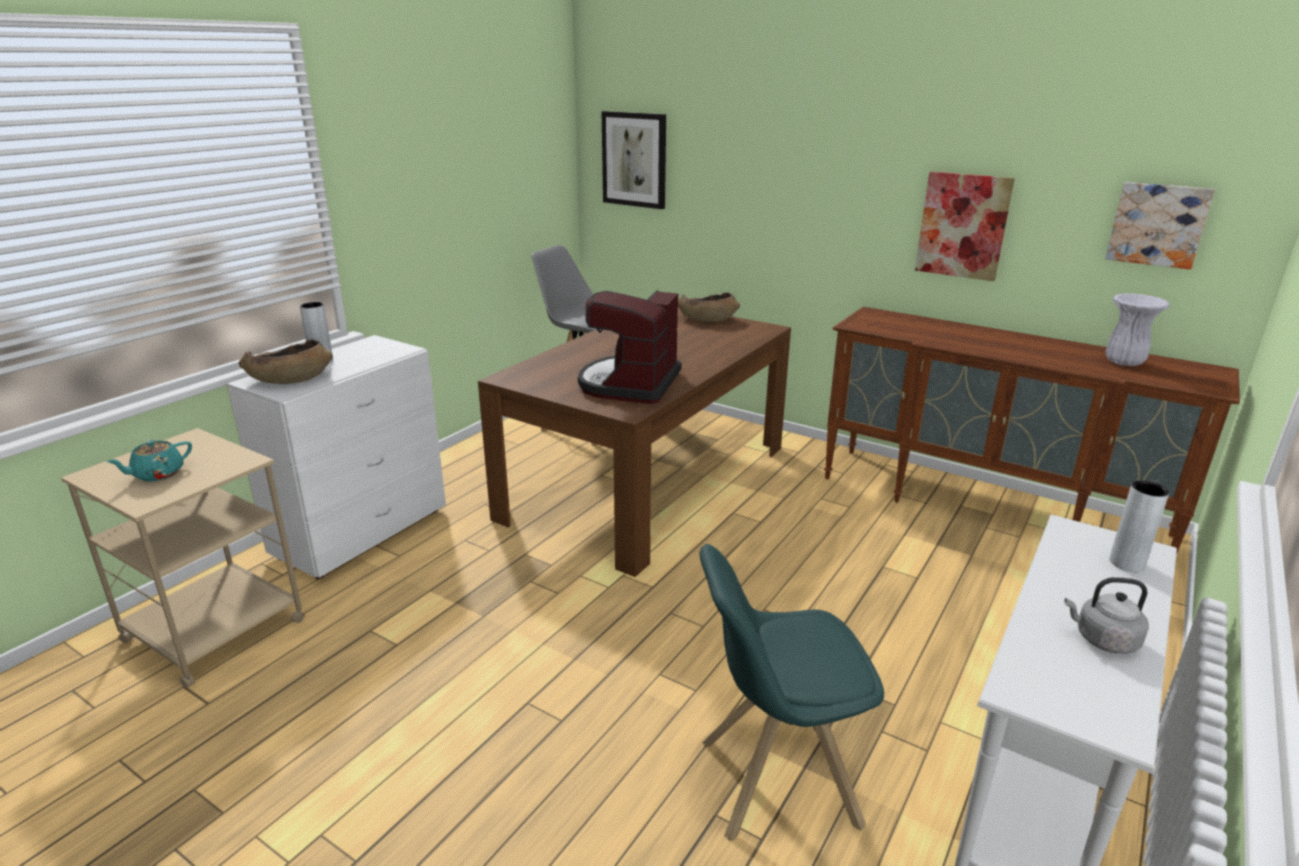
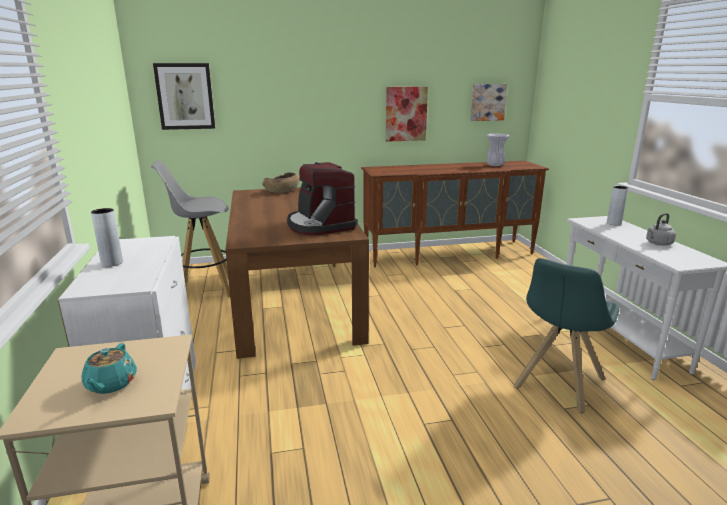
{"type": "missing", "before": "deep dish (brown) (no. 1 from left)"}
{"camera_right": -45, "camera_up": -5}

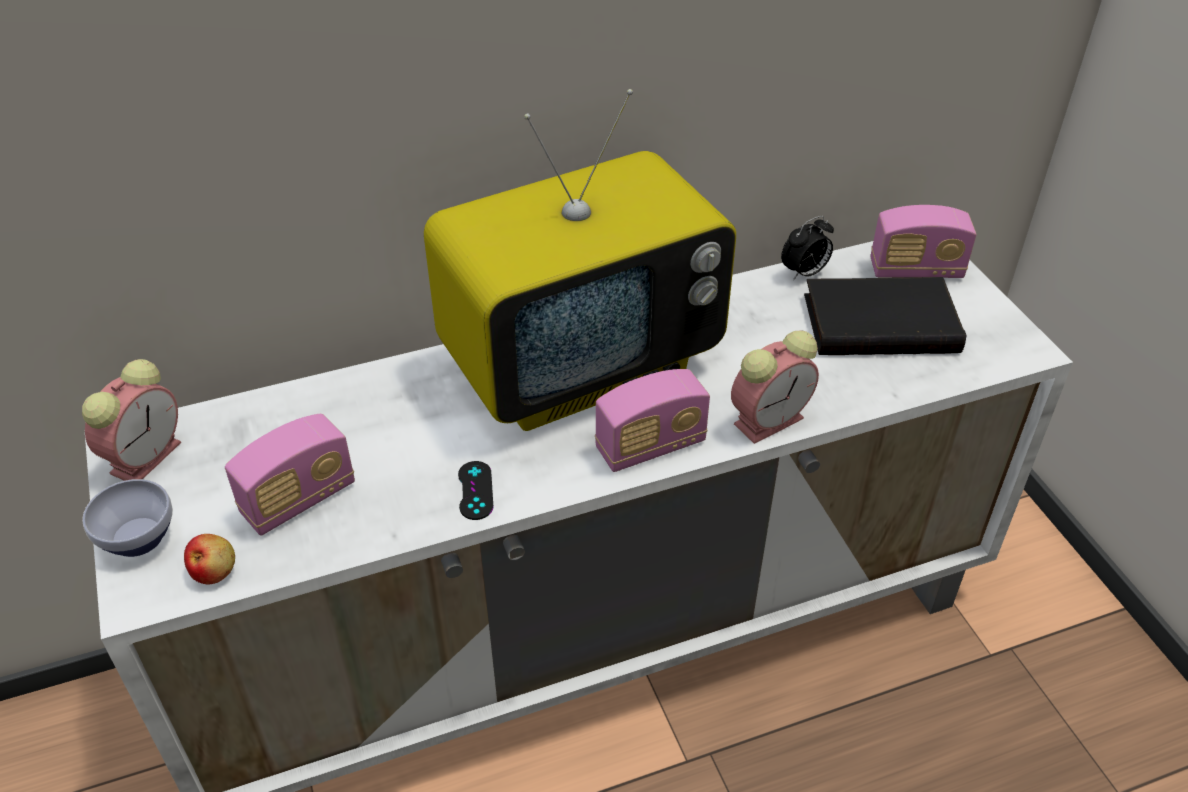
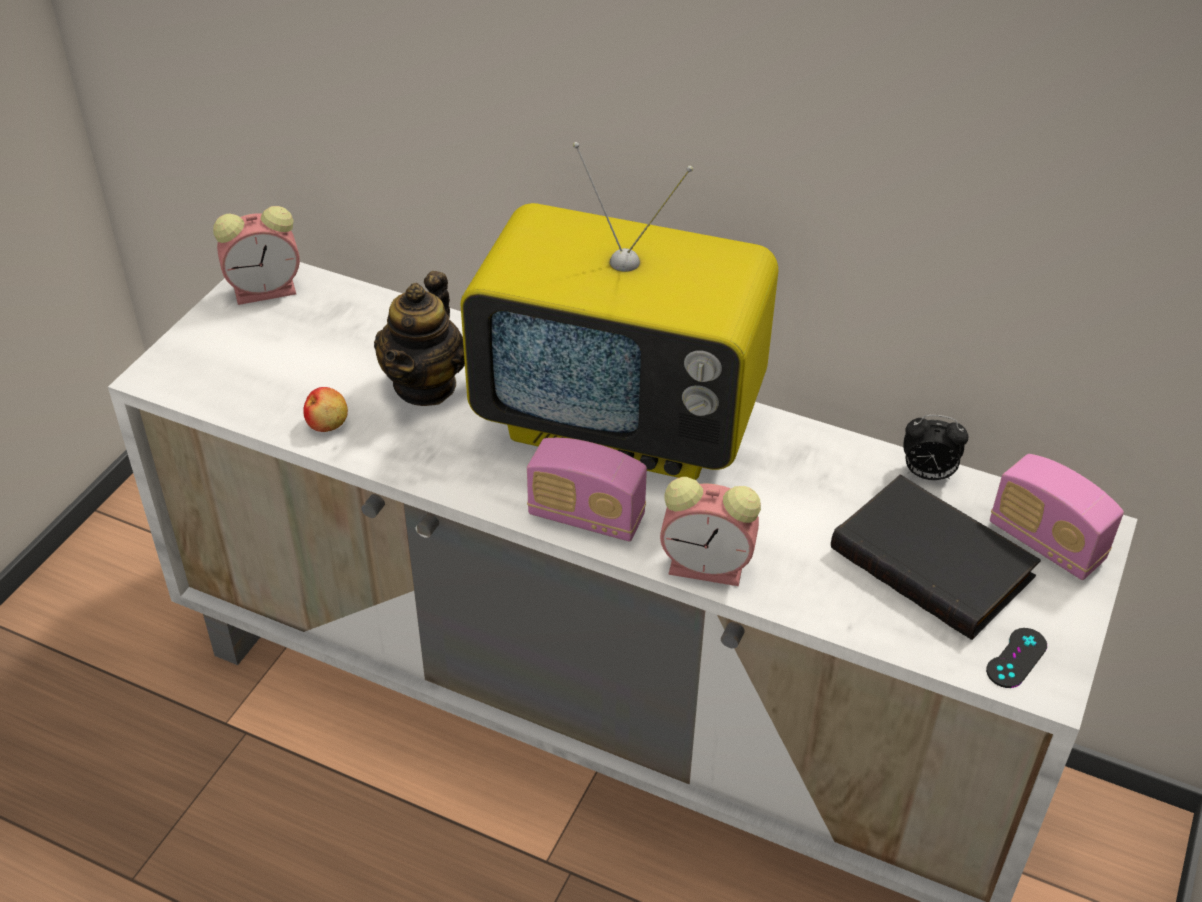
{"type": "missing", "before": "radio set (no. 1 from left)"}
{"type": "relocated", "before": "joypad (black)"}
{"type": "missing", "before": "deep dish"}
{"type": "relocated", "before": "apple"}
{"type": "appeared", "after": "pot for tea"}
{"camera_right": 45, "camera_up": 0}

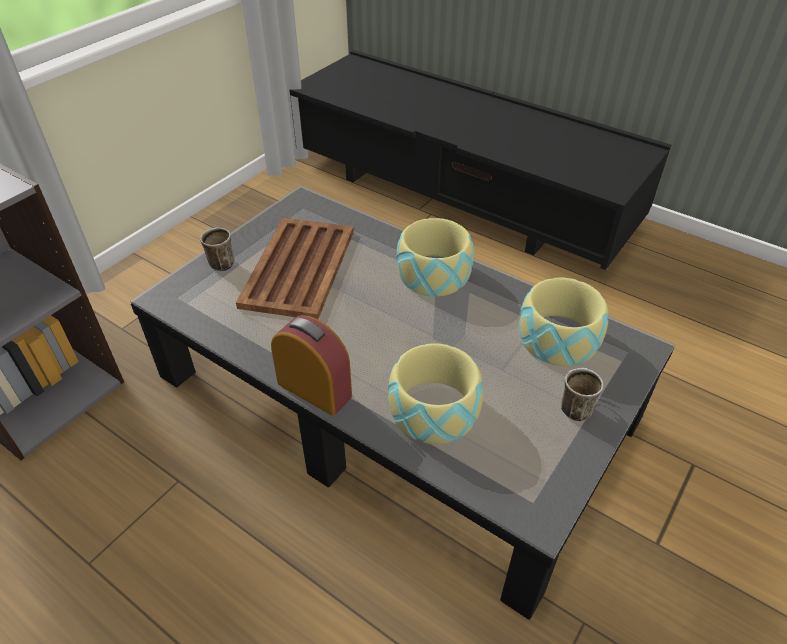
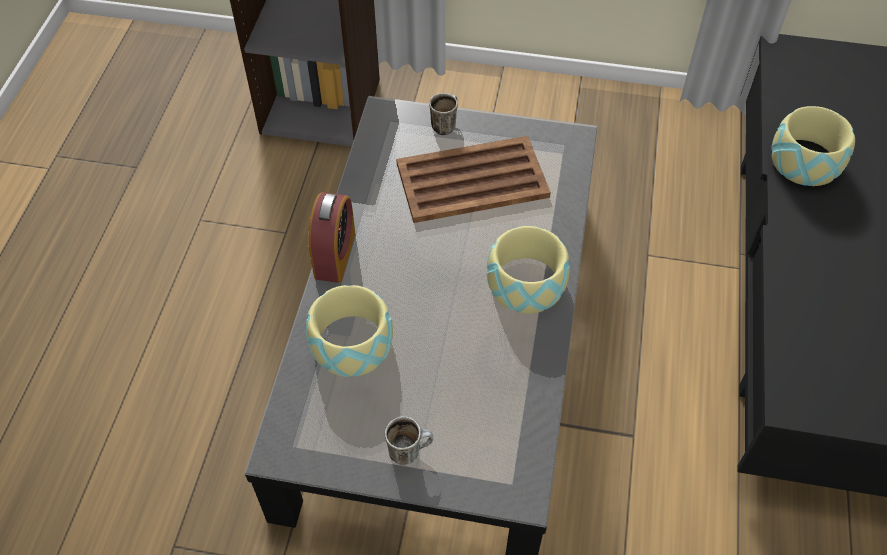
{"type": "relocated", "before": "deep dish (no. 3 from left)"}
{"camera_right": 65, "camera_up": 10}

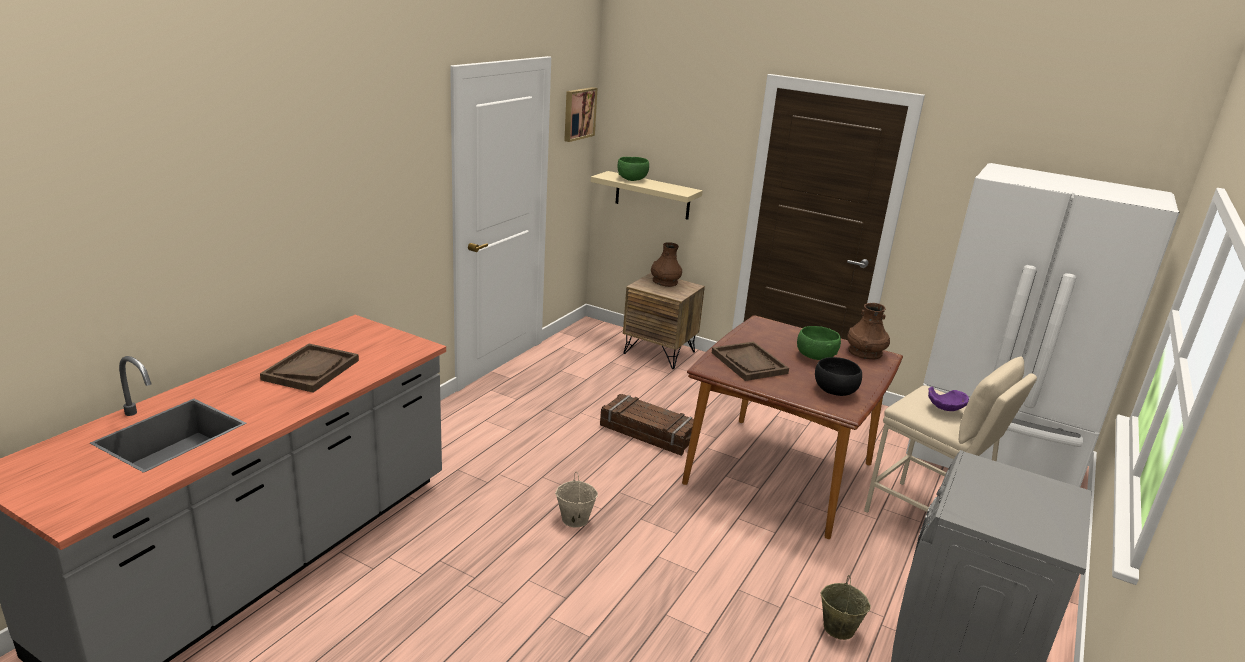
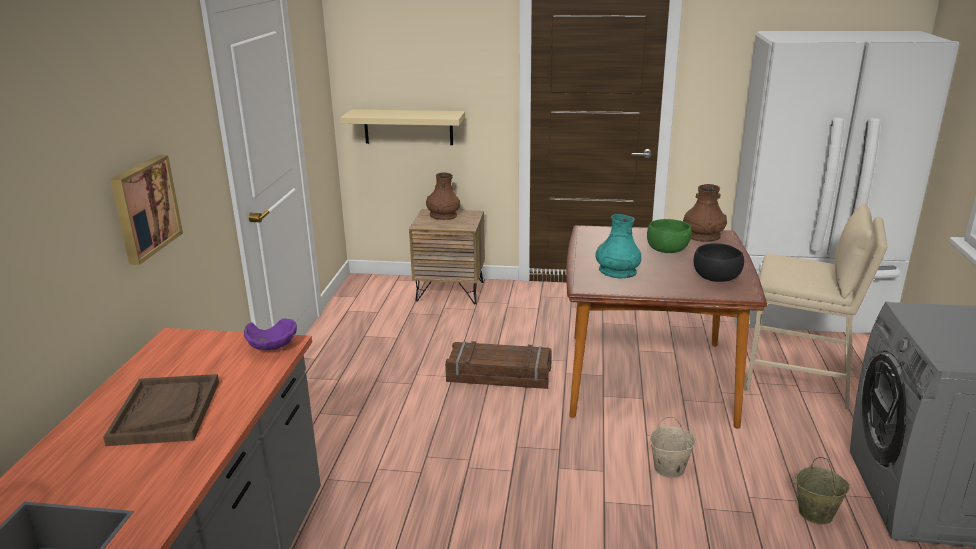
{"type": "relocated", "before": "wall art"}
{"type": "missing", "before": "deep dish (green) (no. 1 from left)"}
{"type": "exchanged", "before": "carrying tray (brown) (no. 2 from left)", "after": "flower vase (turquoise-coloured)"}
{"type": "relocated", "before": "deep dish (purple)"}
{"type": "relocated", "before": "water bucket (sand-coloured) (no. 1 from left)"}
{"camera_right": -20, "camera_up": 0}

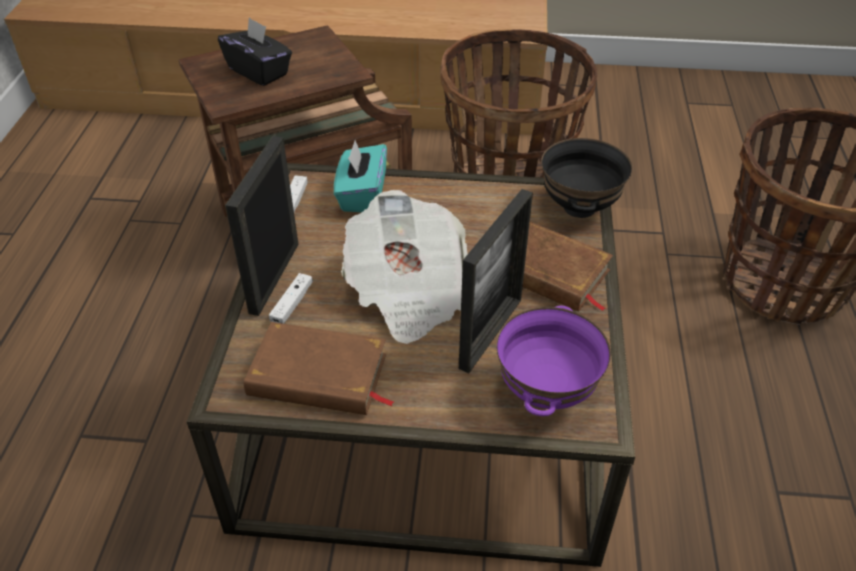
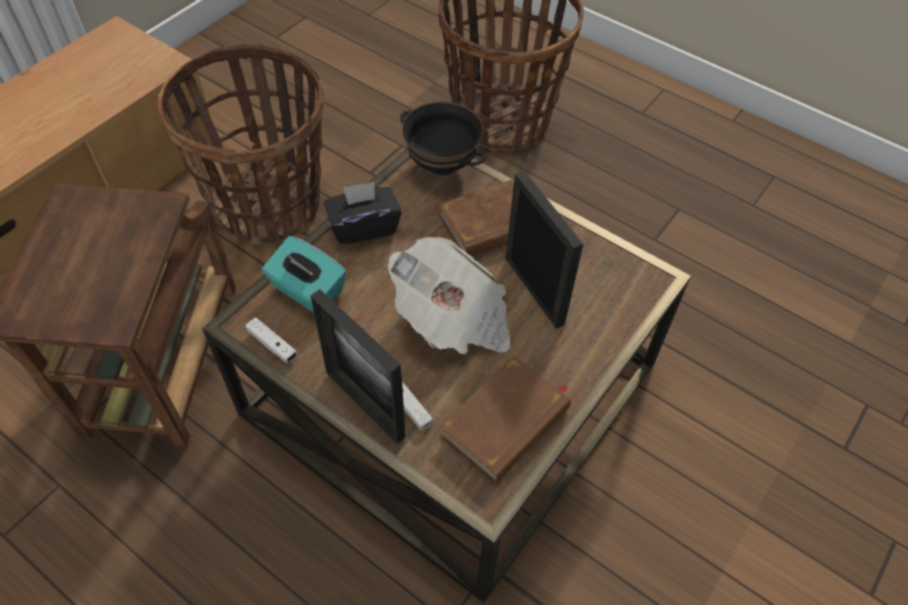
{"type": "relocated", "before": "box of tissues (black)"}
{"type": "missing", "before": "deep dish (purple)"}
{"camera_right": -60, "camera_up": 10}

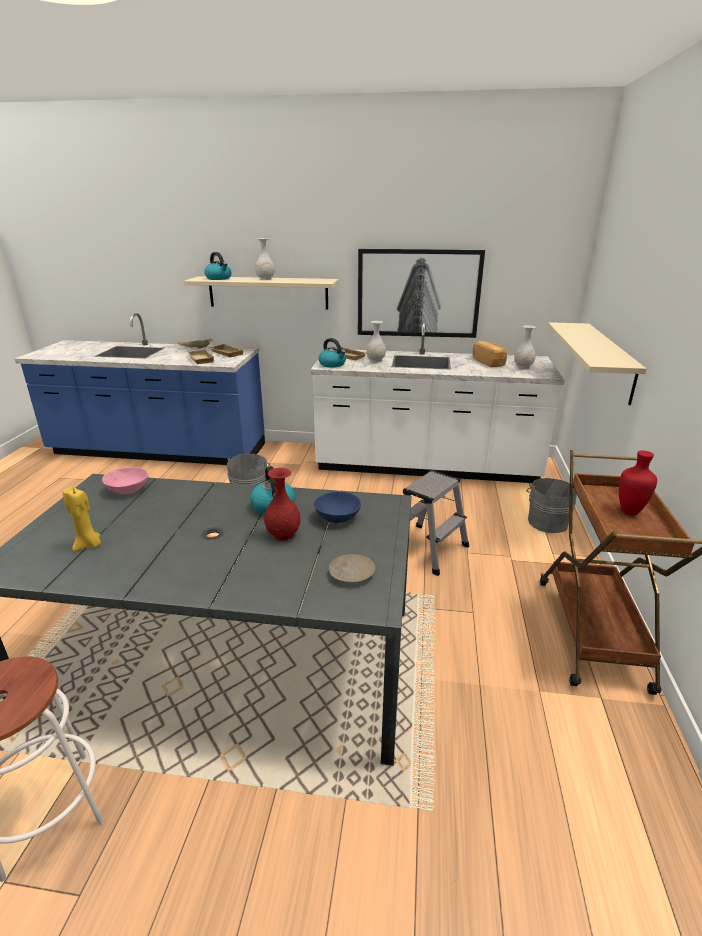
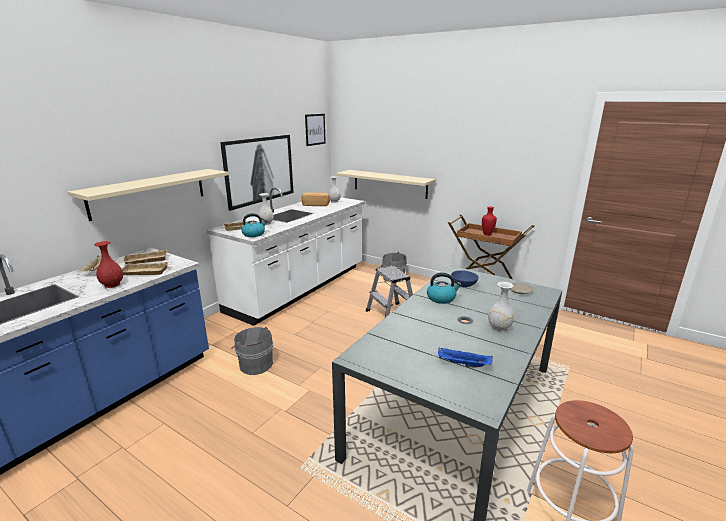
{"type": "relocated", "before": "flower vase (whitish) (no. 1 from left in the first image)", "after": "flower vase (whitish) (no. 3 from left)"}
{"type": "missing", "before": "water kettle (no. 1 from left)"}
{"type": "missing", "before": "deep dish (pink-coloured)"}
{"type": "relocated", "before": "flower vase (red-coloured) (no. 1 from left)"}
{"type": "exchanged", "before": "wax light (yellow-coloured)", "after": "carrying tray (blue)"}
{"type": "appeared", "after": "wall art (no. 2 from left)"}
{"camera_right": -65, "camera_up": -5}

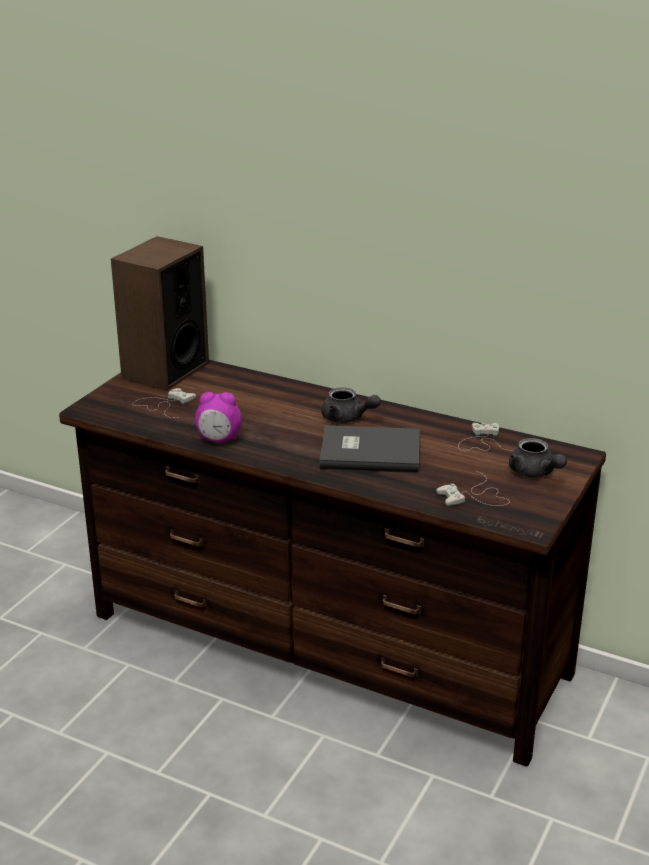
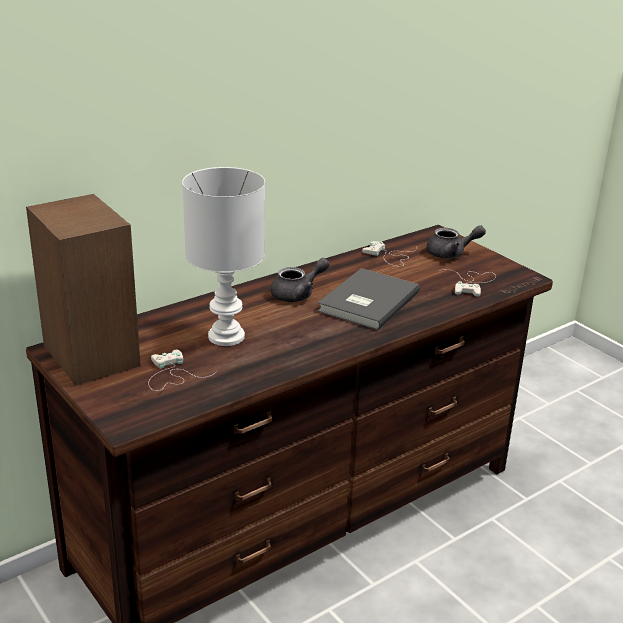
{"type": "missing", "before": "table clock"}
{"type": "appeared", "after": "table lamp (whitish)"}
{"camera_right": -65, "camera_up": 0}

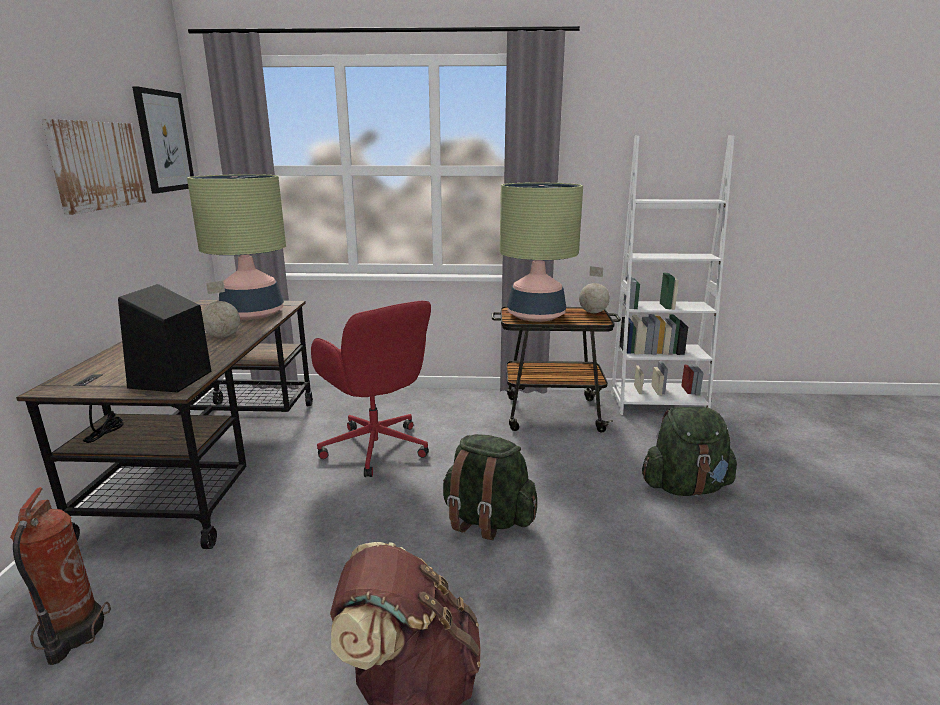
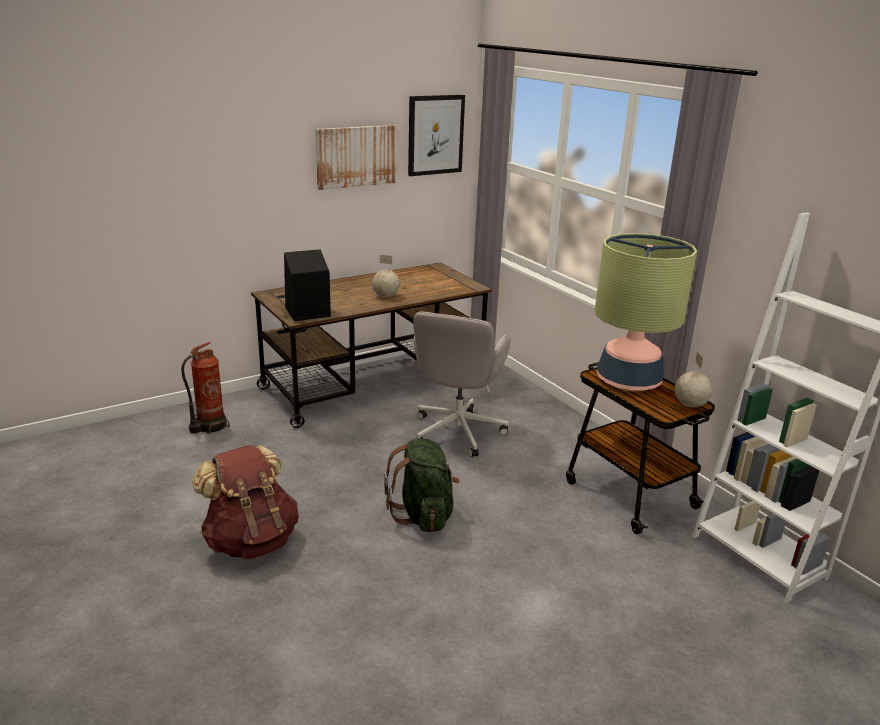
{"type": "missing", "before": "table lamp (no. 1 from left)"}
{"type": "colour", "before": "office chair (red-coloured)", "after": "office chair (greyish)"}
{"type": "missing", "before": "backpack (green) (no. 2 from left)"}
{"camera_right": 55, "camera_up": 5}

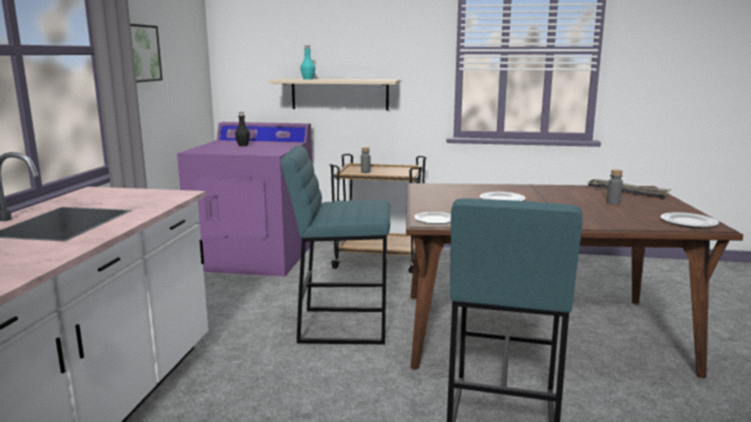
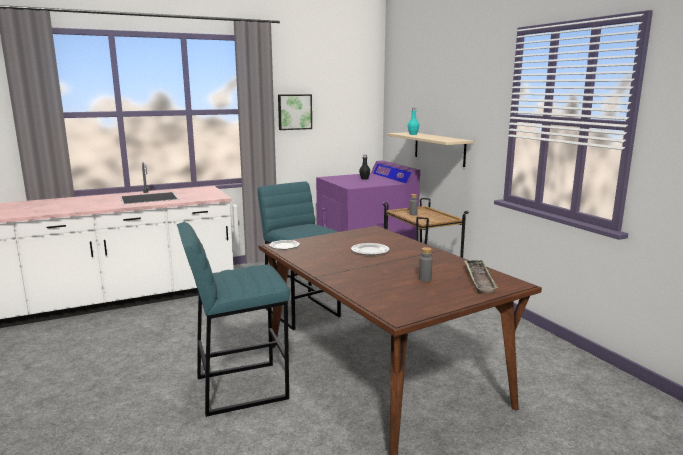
{"type": "missing", "before": "dinner plate (no. 3 from left)"}
{"camera_right": 55, "camera_up": 0}

